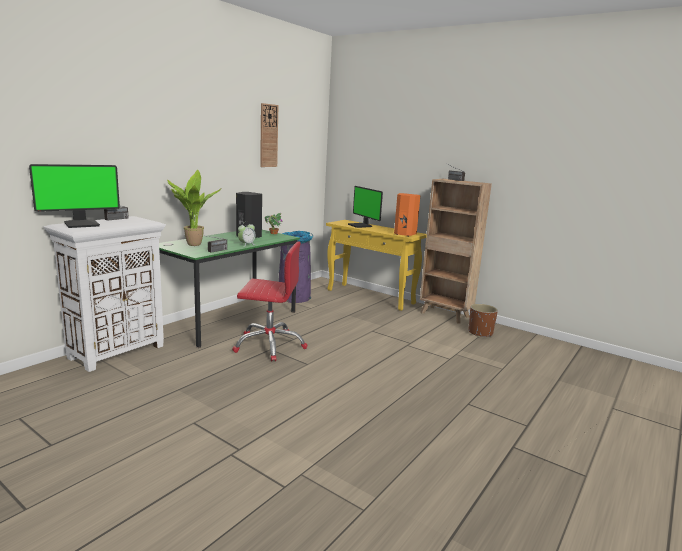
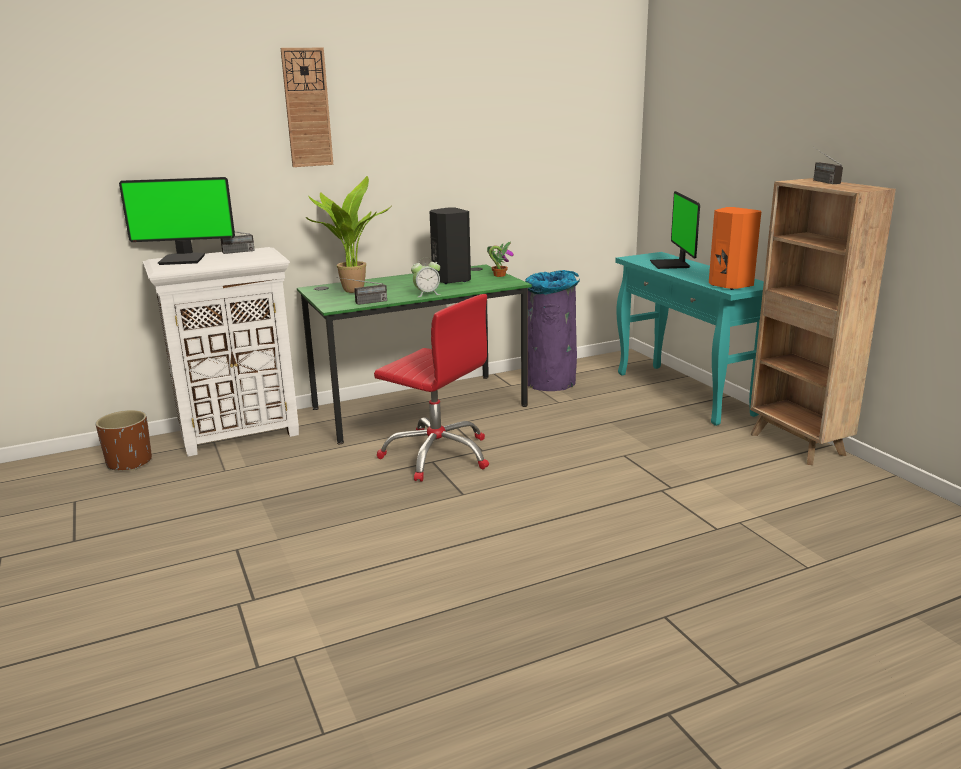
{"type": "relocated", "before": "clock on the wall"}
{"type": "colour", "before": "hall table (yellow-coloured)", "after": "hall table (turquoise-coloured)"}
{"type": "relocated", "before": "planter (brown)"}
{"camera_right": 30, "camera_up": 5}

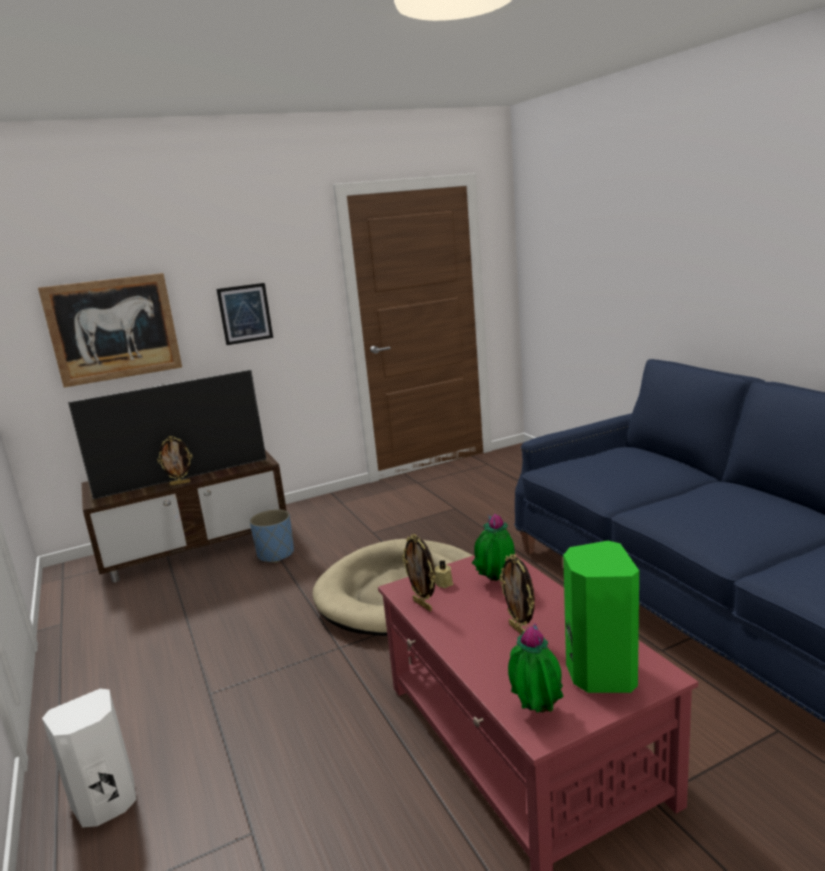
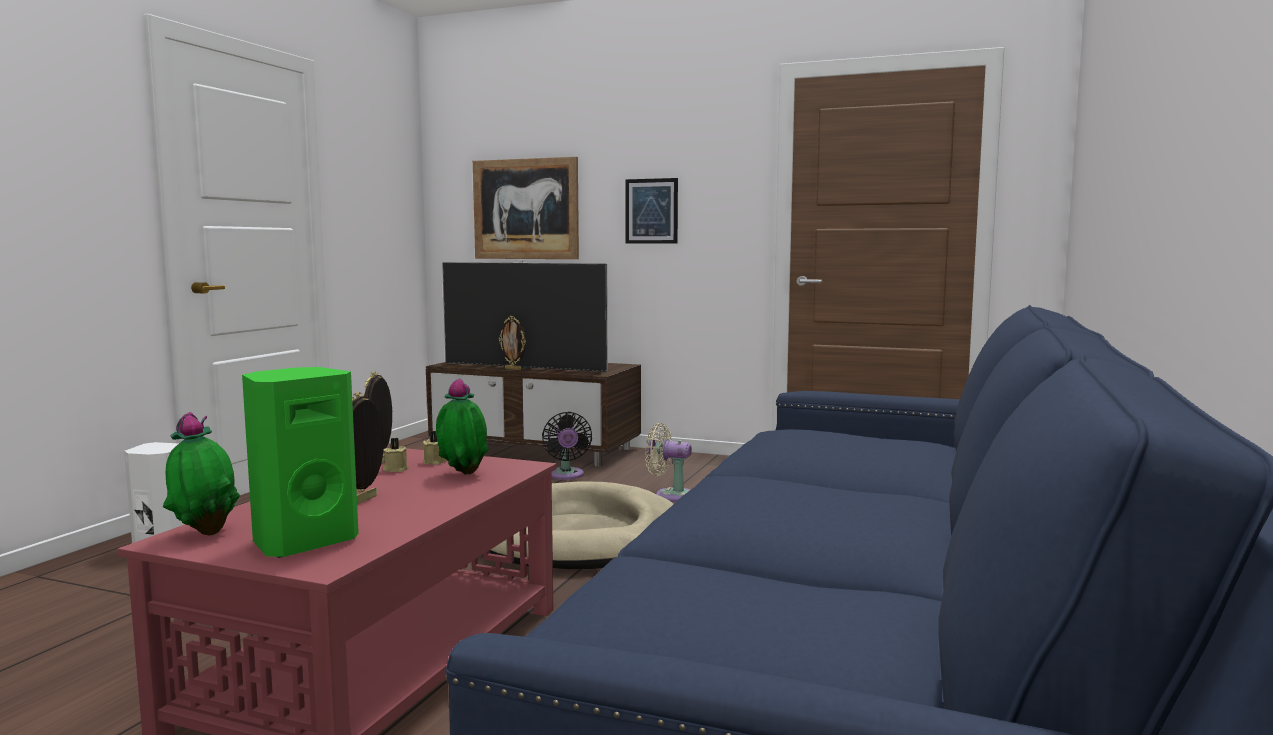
{"type": "exchanged", "before": "planter (blue)", "after": "cooling fan (black)"}
{"type": "appeared", "after": "cooling fan (sand-coloured)"}
{"type": "appeared", "after": "wax light (sand-coloured) (no. 1 from left)"}
{"camera_right": 45, "camera_up": -10}

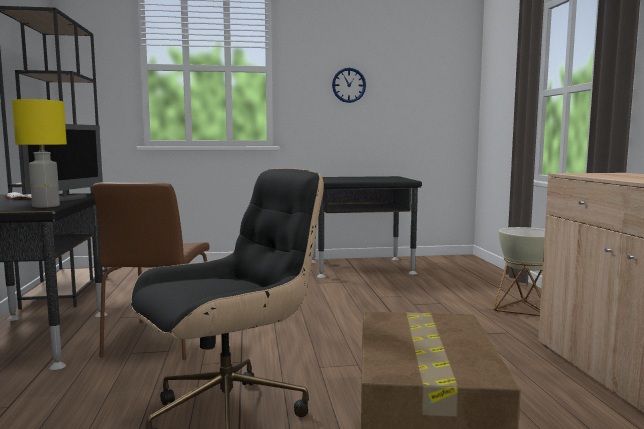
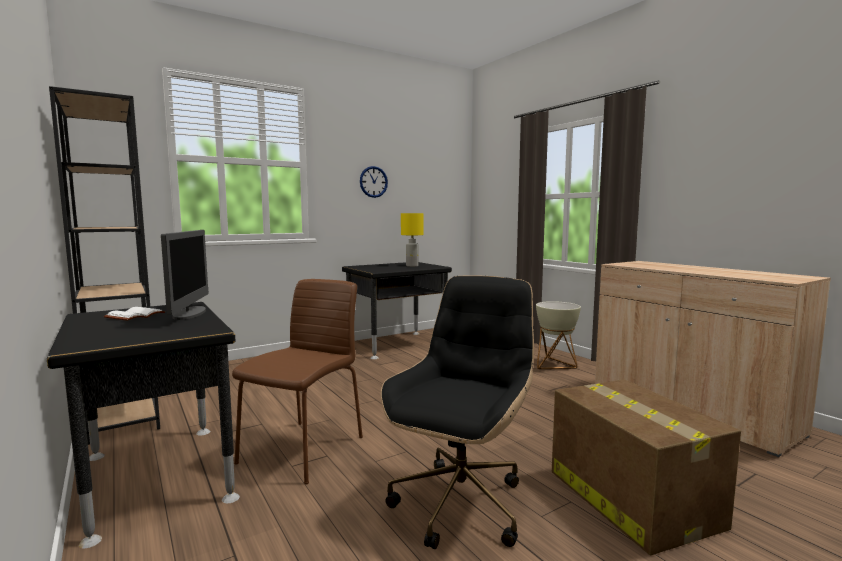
{"type": "relocated", "before": "table lamp (yellow-coloured)"}
{"type": "spun", "before": "upright chair (brown)", "turn": -135}
{"camera_right": -25, "camera_up": 0}

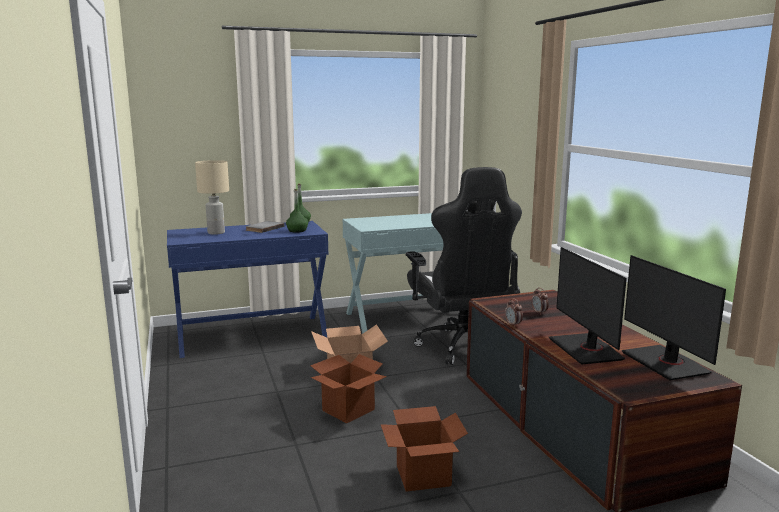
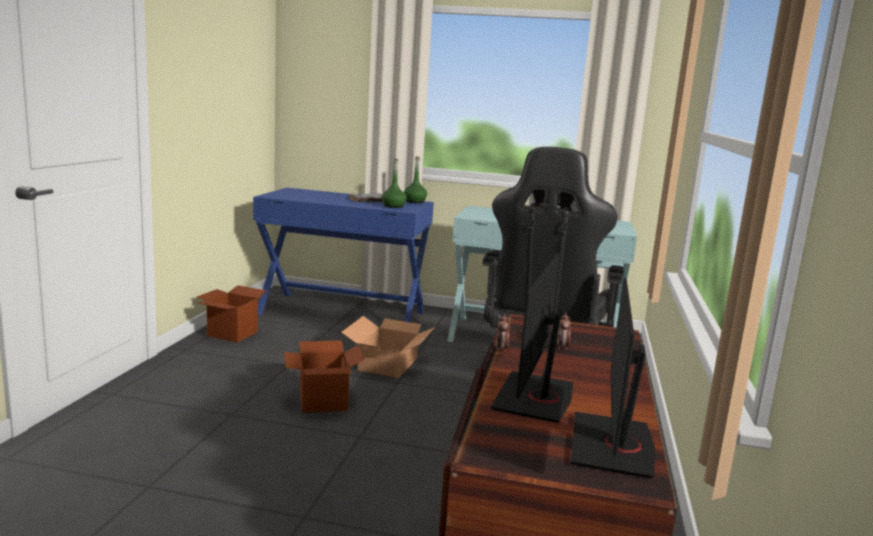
{"type": "missing", "before": "table lamp (sand-coloured)"}
{"type": "relocated", "before": "cardboard box (no. 3 from left in the first image)", "after": "cardboard box (no. 1 from left)"}
{"camera_right": 30, "camera_up": 0}

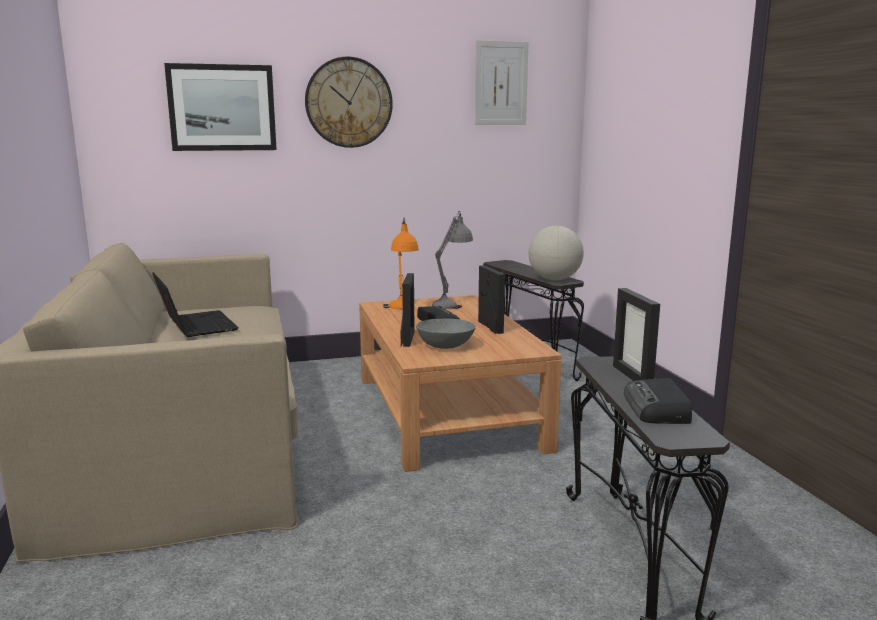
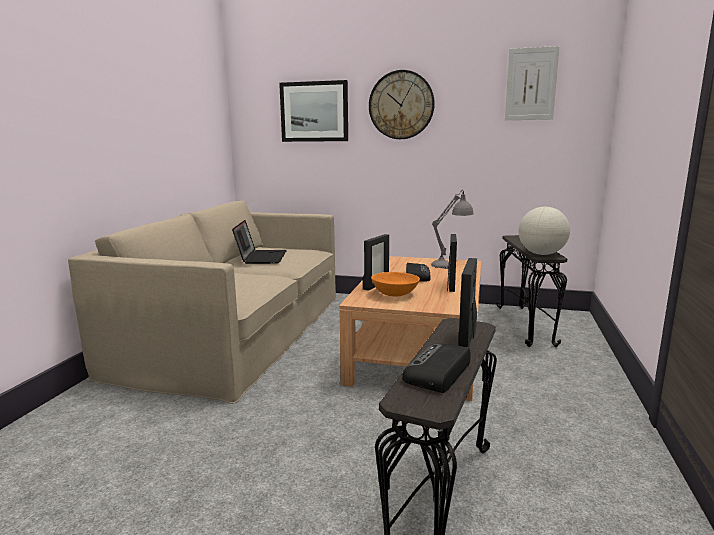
{"type": "missing", "before": "table lamp (orange-coloured)"}
{"type": "colour", "before": "deep dish (greyish)", "after": "deep dish (orange-coloured)"}
{"camera_right": 30, "camera_up": 0}

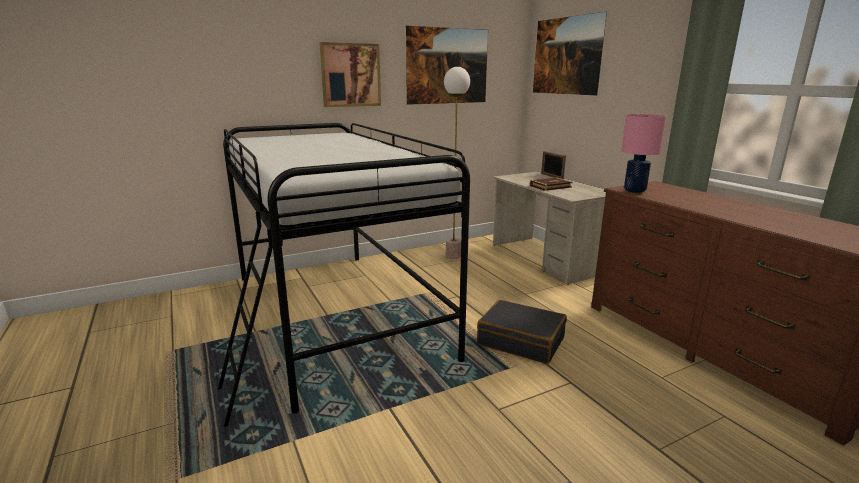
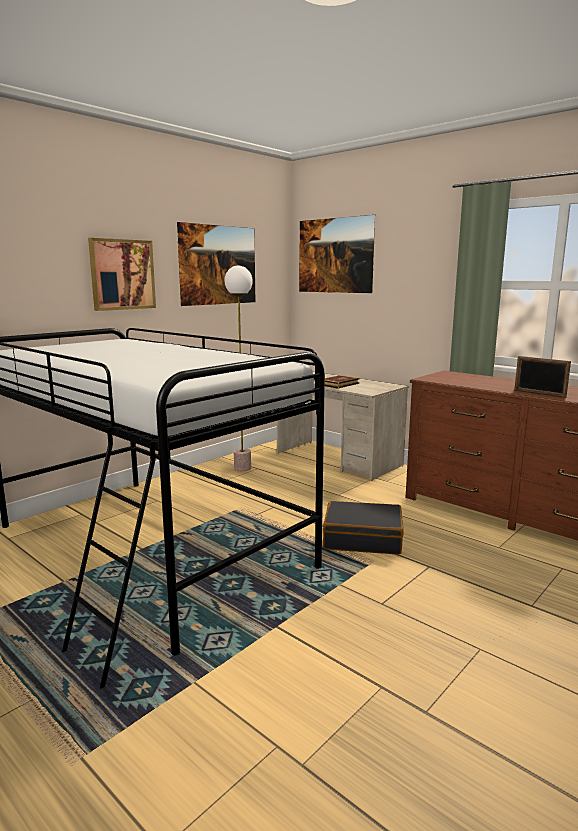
{"type": "missing", "before": "table lamp (pink-coloured)"}
{"type": "relocated", "before": "picture frame"}
{"camera_right": -20, "camera_up": -5}

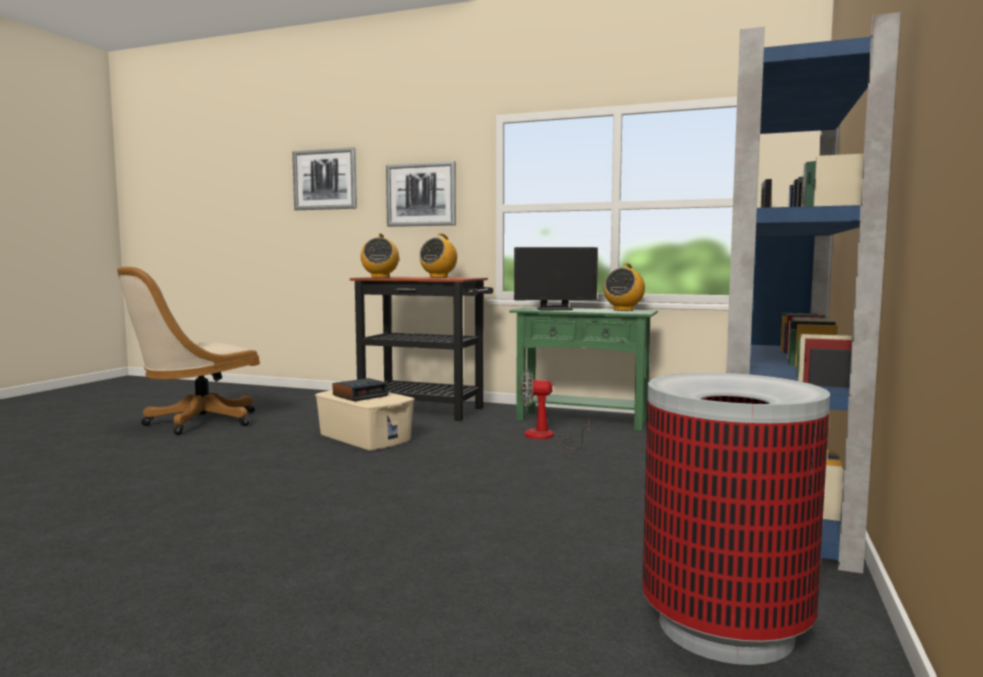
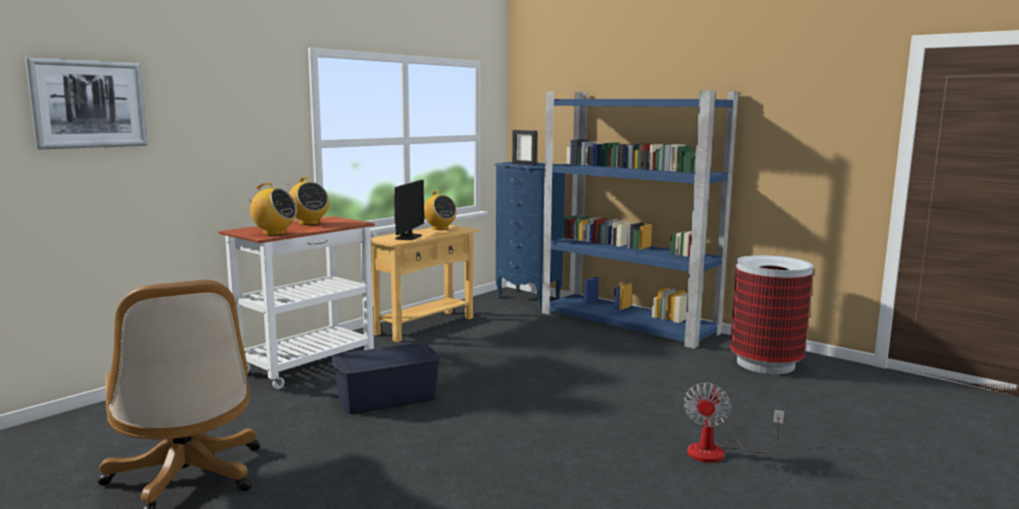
{"type": "missing", "before": "wall art (no. 2 from left)"}
{"type": "colour", "before": "trolley (black)", "after": "trolley (whitish)"}
{"type": "colour", "before": "hall table (green)", "after": "hall table (sand-coloured)"}
{"type": "relocated", "before": "cooling fan"}
{"type": "missing", "before": "table clock"}
{"type": "colour", "before": "storage container (sand-coloured)", "after": "storage container (blue)"}
{"camera_right": -70, "camera_up": 5}

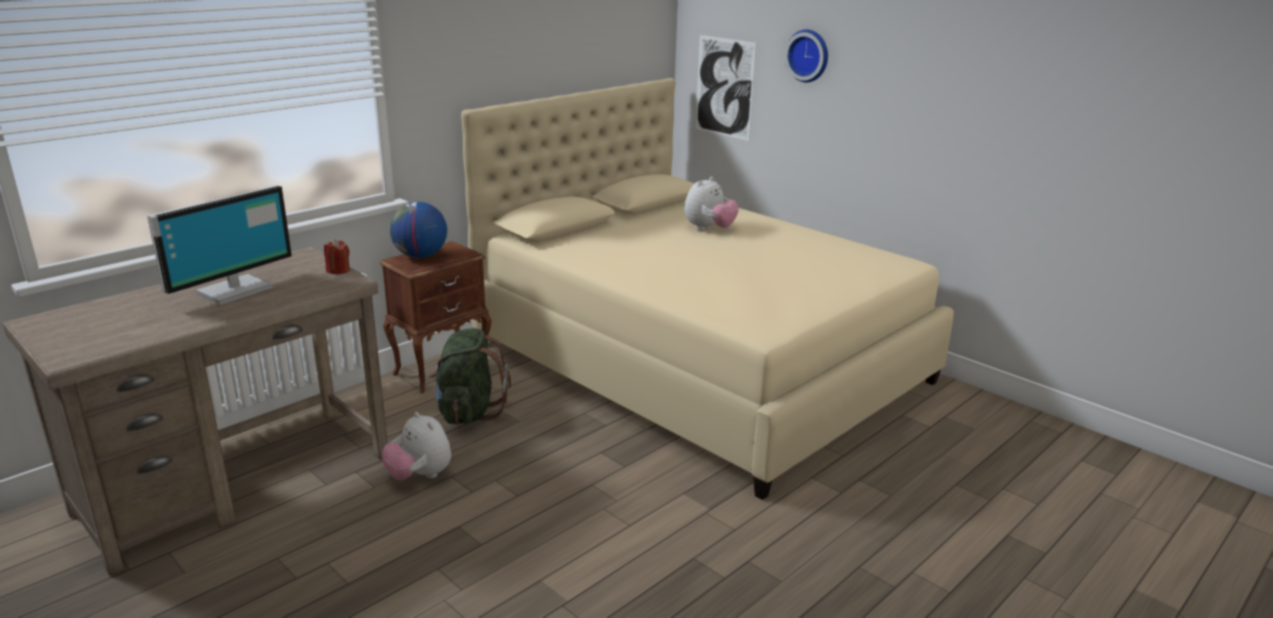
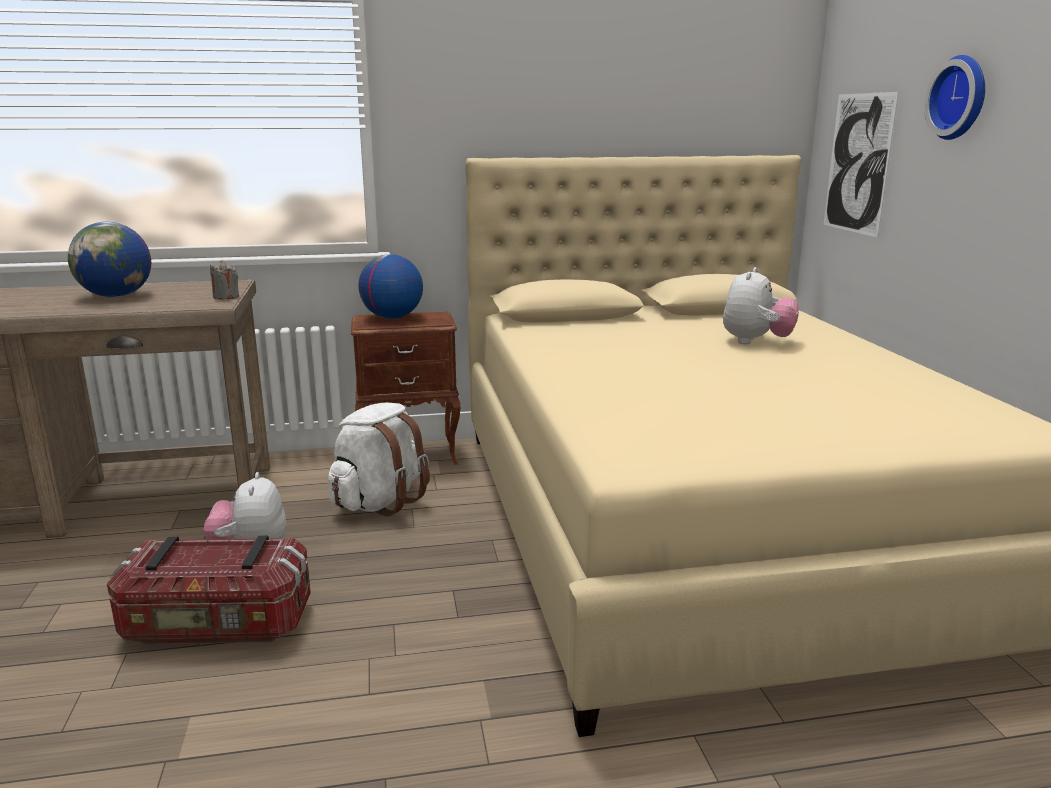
{"type": "spun", "before": "cuddly toy (no. 2 from left)", "turn": -45}
{"type": "exchanged", "before": "monitor", "after": "globe (no. 1 from left)"}
{"type": "colour", "before": "wax light (red-coloured)", "after": "wax light (greyish)"}
{"type": "colour", "before": "backpack (green)", "after": "backpack (whitish)"}
{"type": "appeared", "after": "storage container"}
{"camera_right": 35, "camera_up": -5}

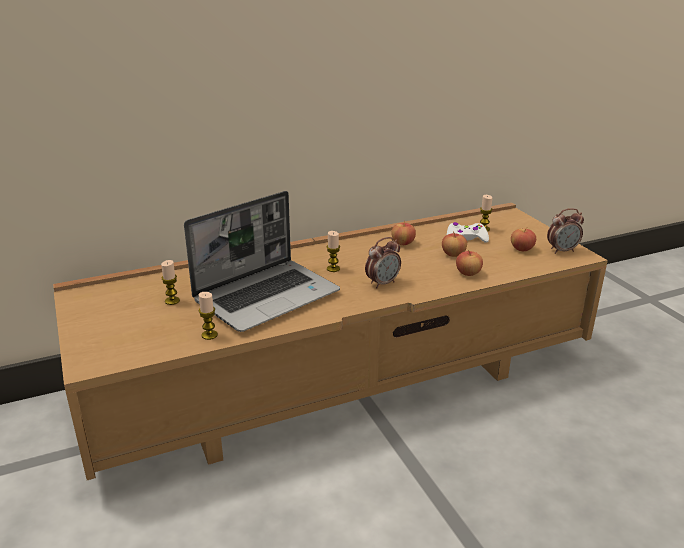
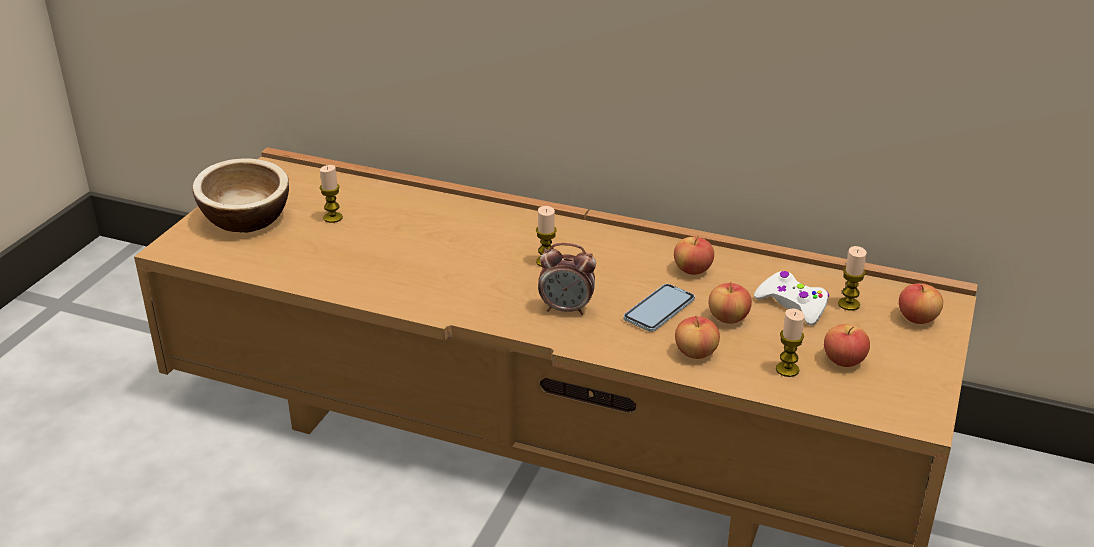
{"type": "missing", "before": "laptop"}
{"type": "missing", "before": "table clock (no. 2 from left)"}
{"type": "relocated", "before": "wax light (no. 2 from left in the first image)", "after": "wax light (no. 3 from left)"}
{"type": "appeared", "after": "deep dish"}
{"type": "appeared", "after": "apple (no. 5 from left)"}
{"type": "appeared", "after": "handset"}
{"camera_right": 45, "camera_up": 5}

